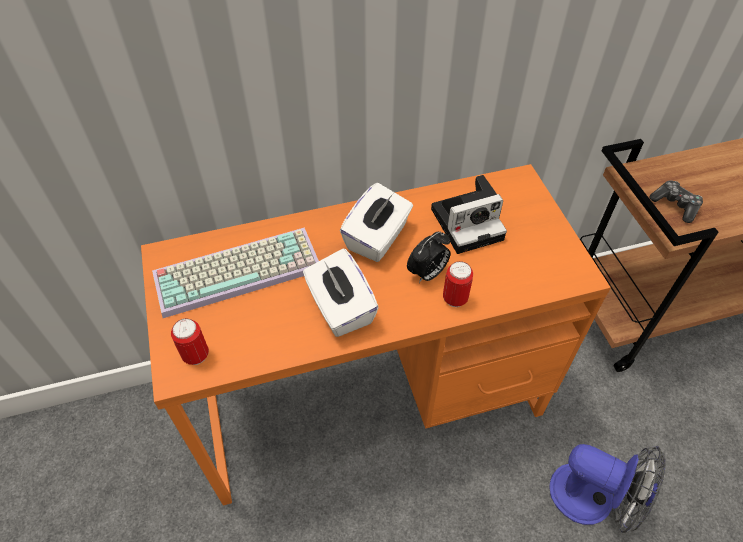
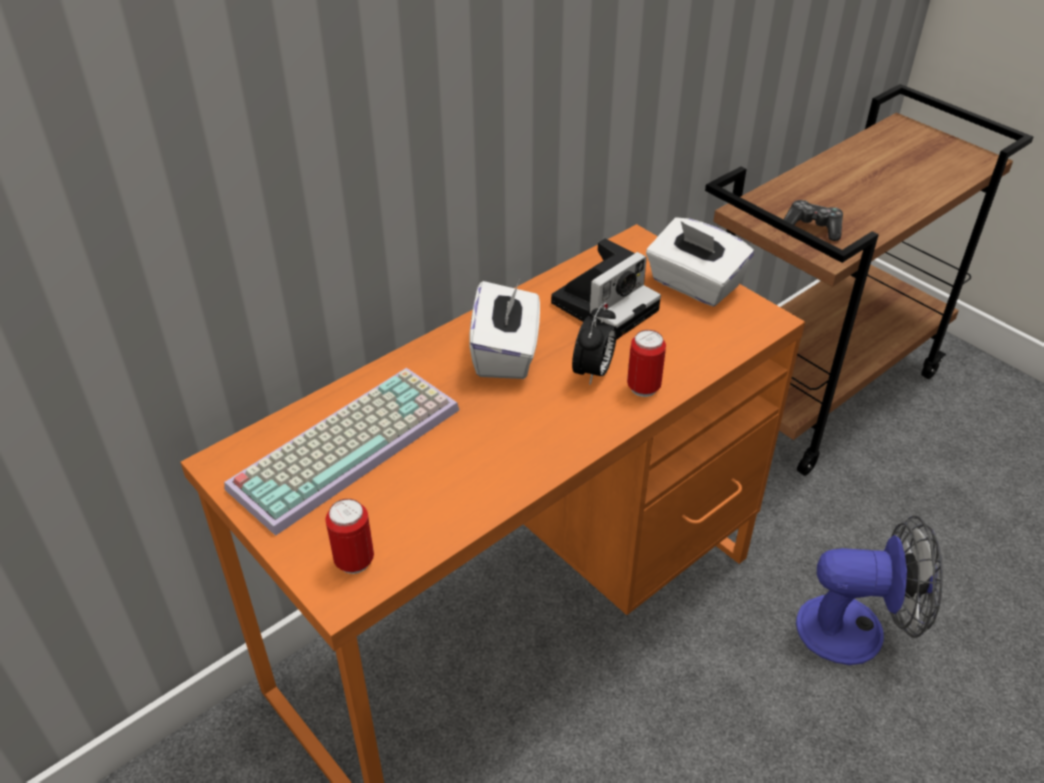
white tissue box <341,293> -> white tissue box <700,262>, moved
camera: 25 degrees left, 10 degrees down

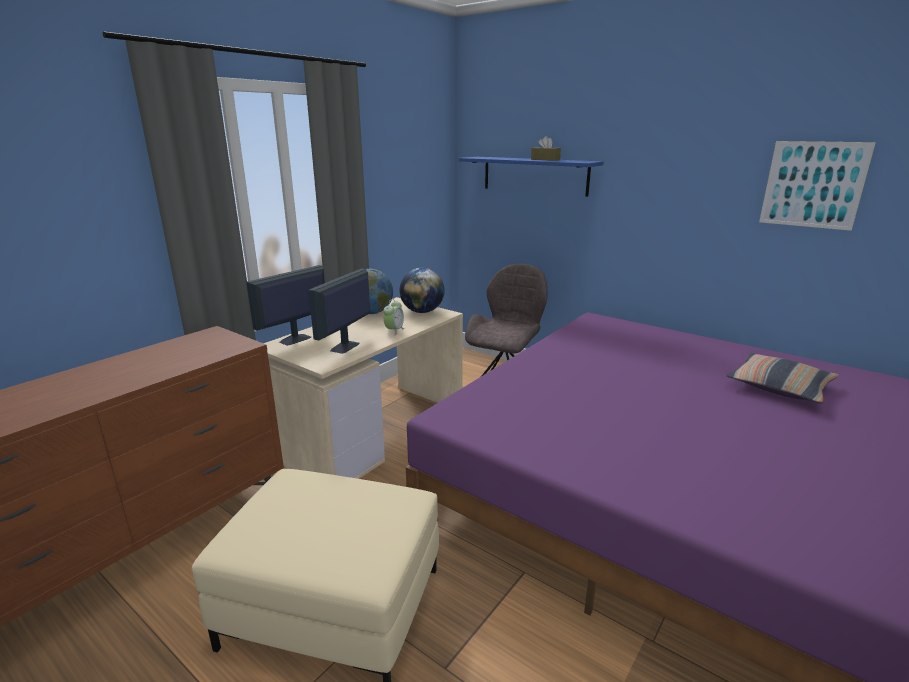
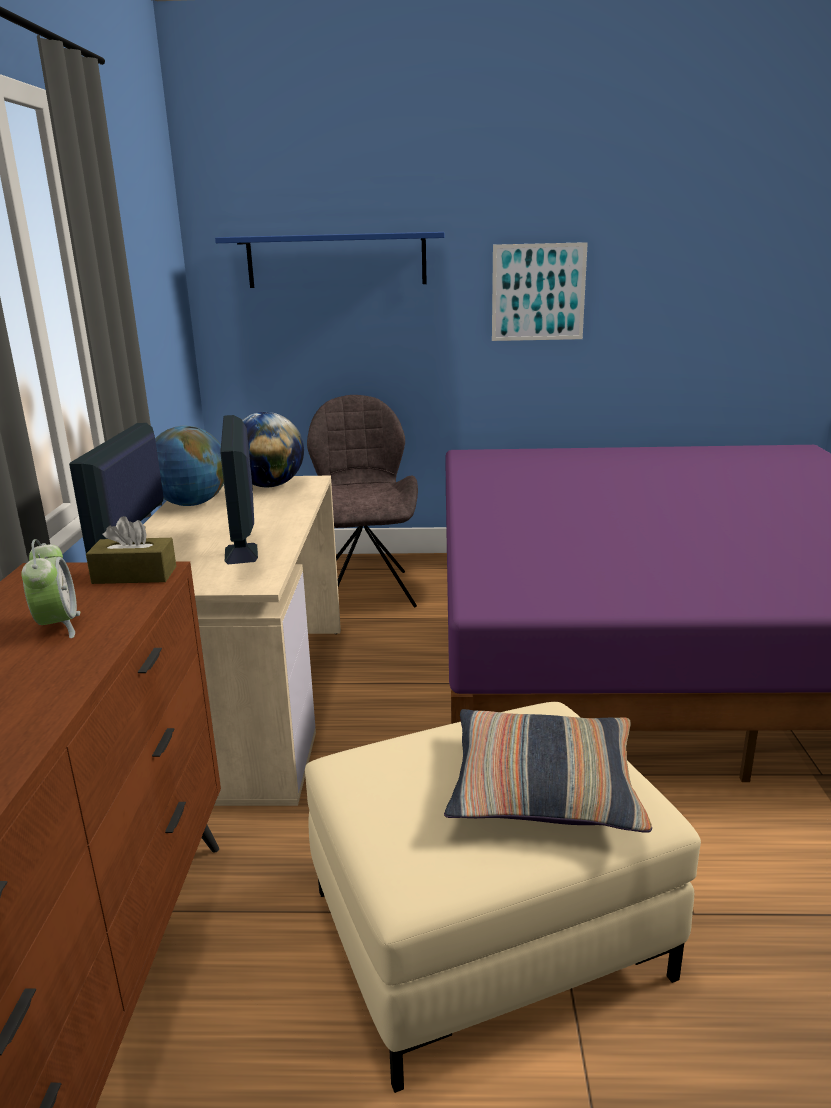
alarm clock <394,317> -> alarm clock <50,588>, moved
brown tissue box <546,148> -> brown tissue box <131,550>, moved
pillow <782,378> -> pillow <548,771>, moved
picture <817,186> -> picture <540,291>, moved
camera: 35 degrees left, 0 degrees up

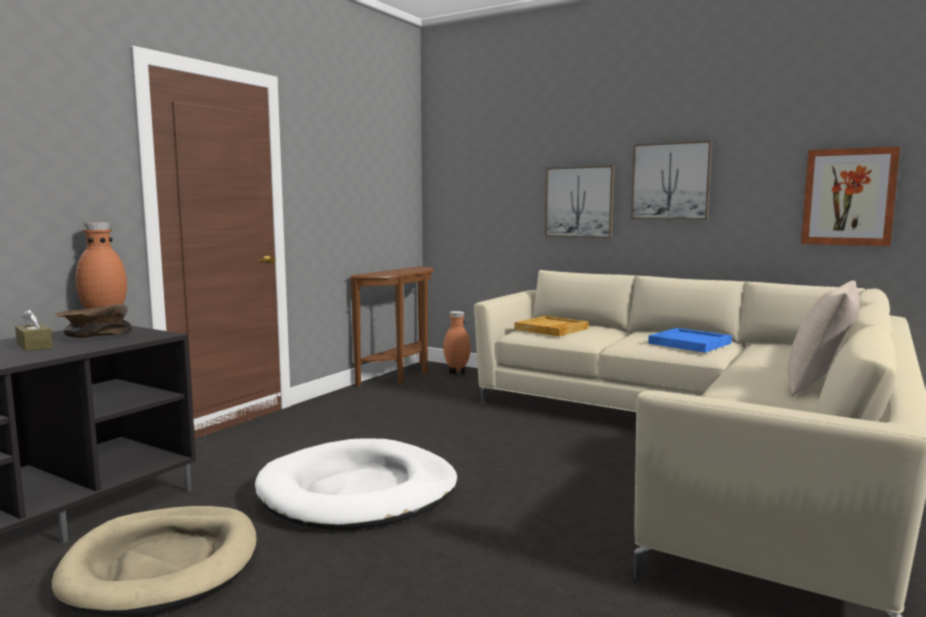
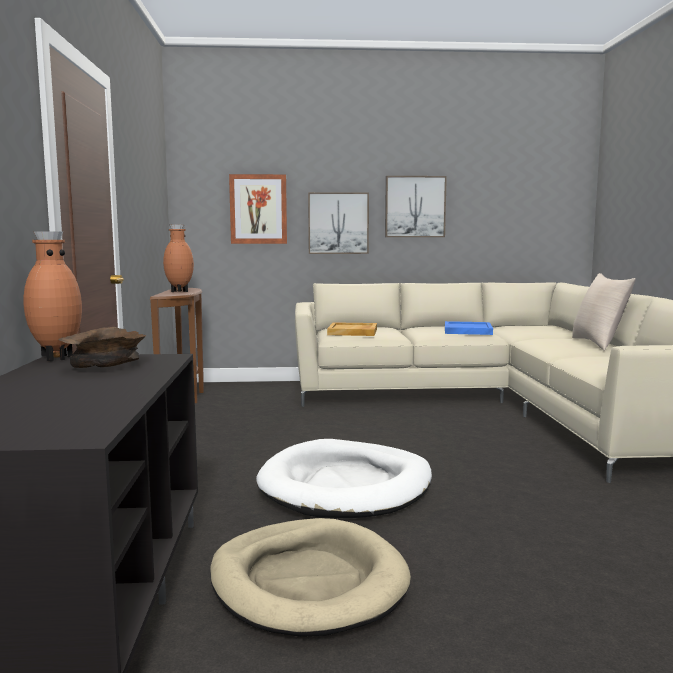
brown vase <457,343> -> brown vase <178,258>, moved
picture <850,196> -> picture <258,209>, moved
brown tissue box <34,330> -> none
camera: 35 degrees left, 0 degrees up

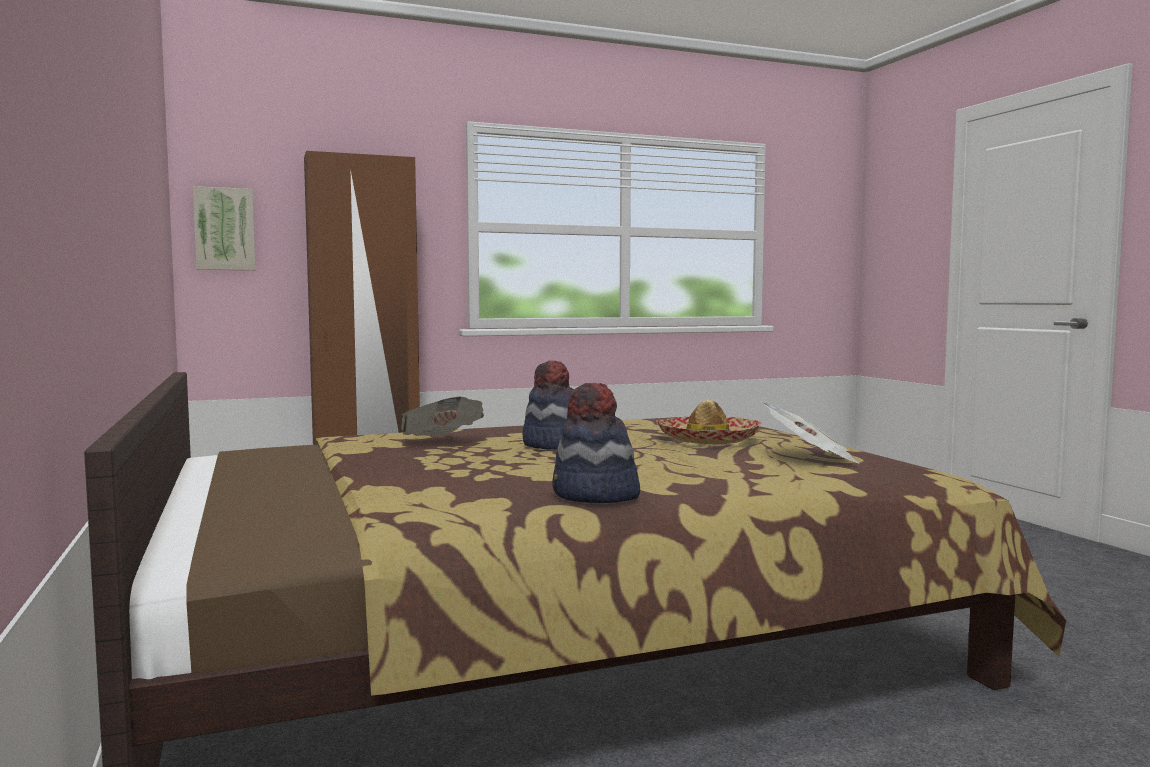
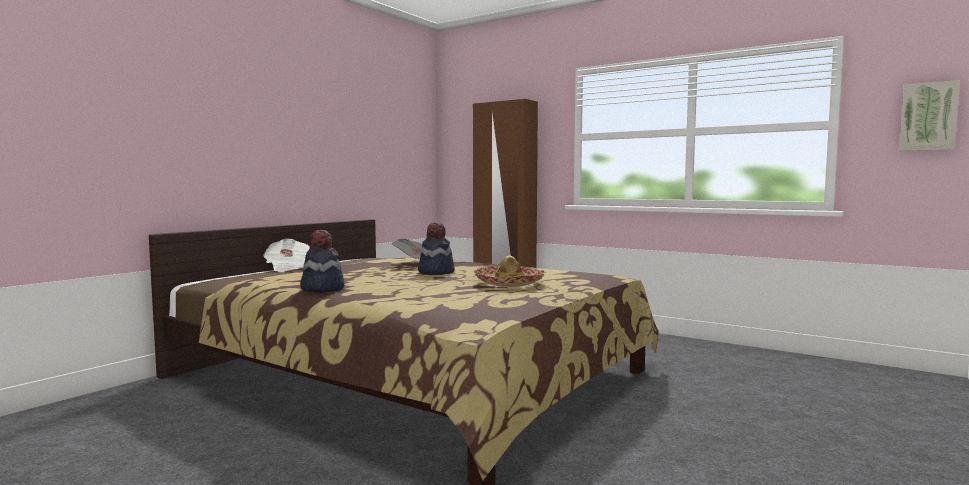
newspaper <809,432> -> newspaper <286,255>, moved
picture <224,228> -> picture <929,115>, moved
camera: 55 degrees right, 0 degrees up

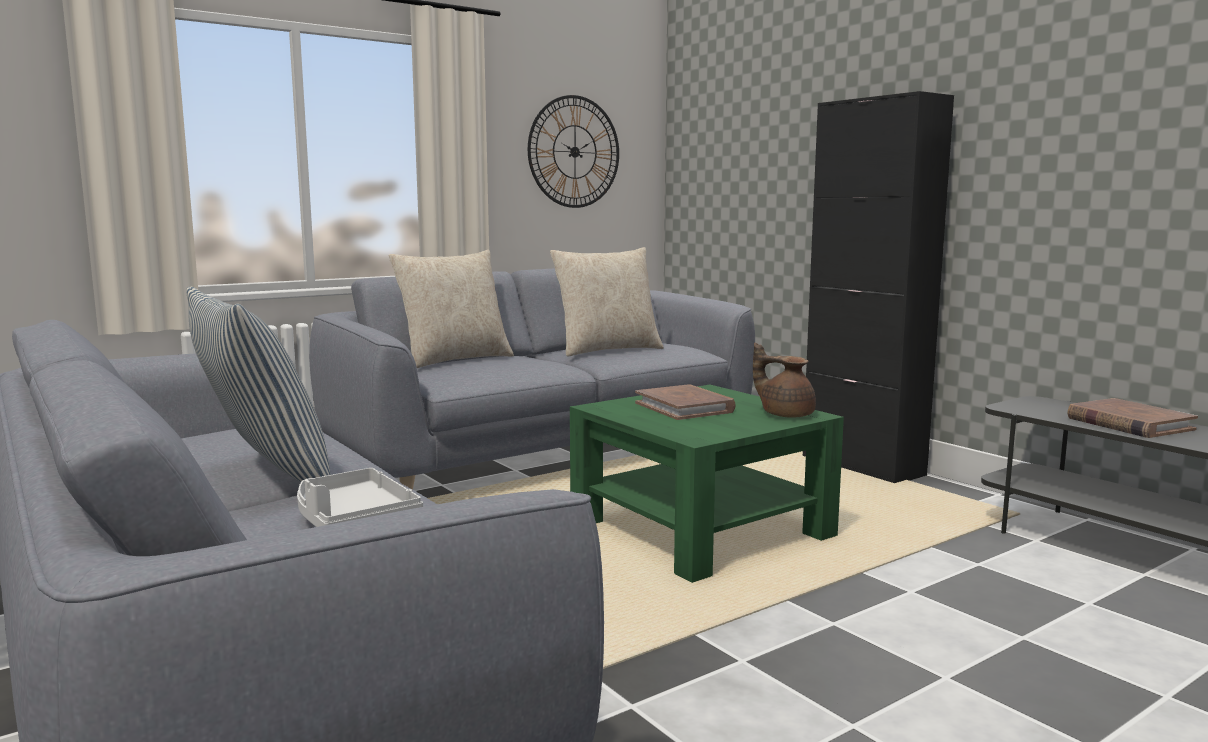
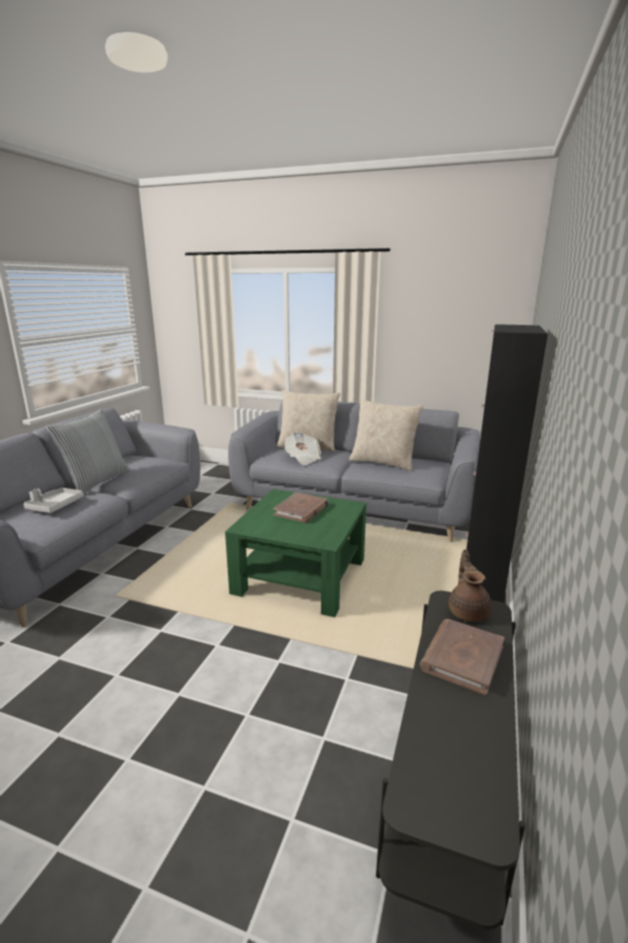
none -> newspaper <303,448>
brown teapot <784,380> -> brown teapot <470,585>, moved
wall clock <573,151> -> none
camera: 55 degrees right, 10 degrees up

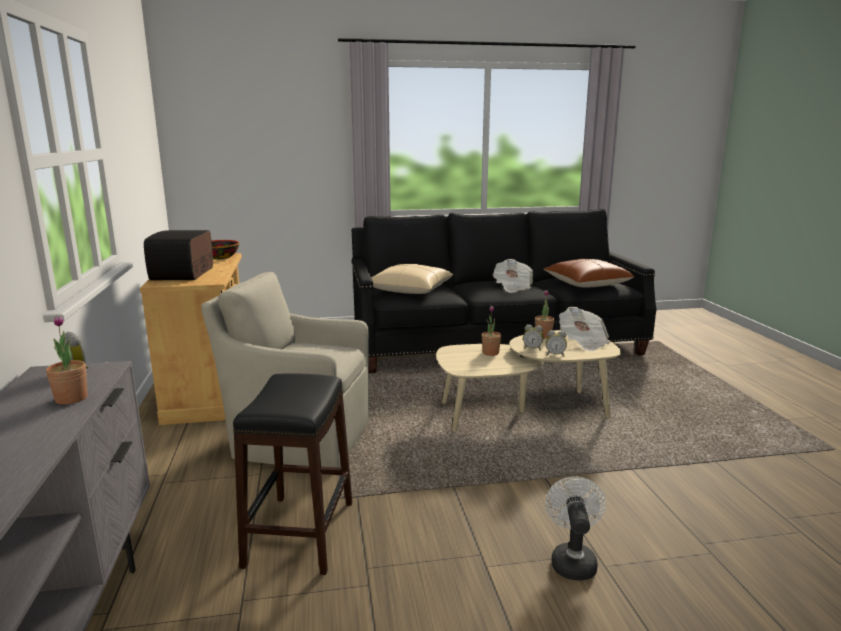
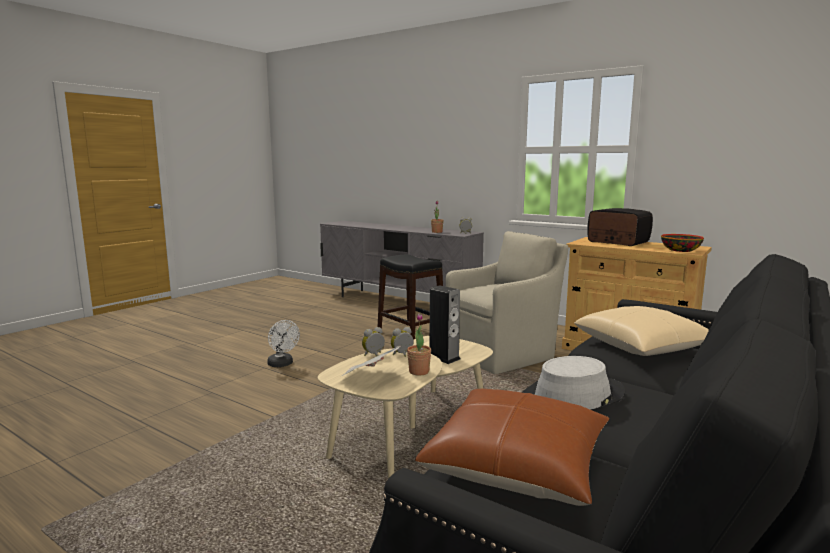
potted plant <491,331> -> speaker <445,324>
newspaper <513,275> -> grey hat <580,382>
camera: 135 degrees right, 5 degrees down

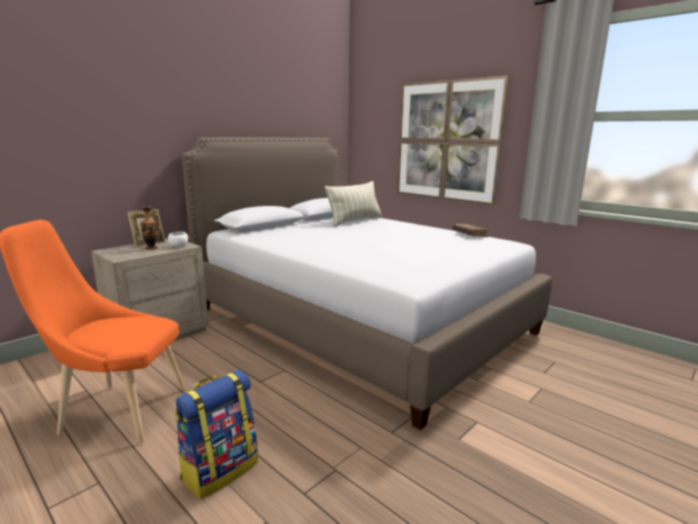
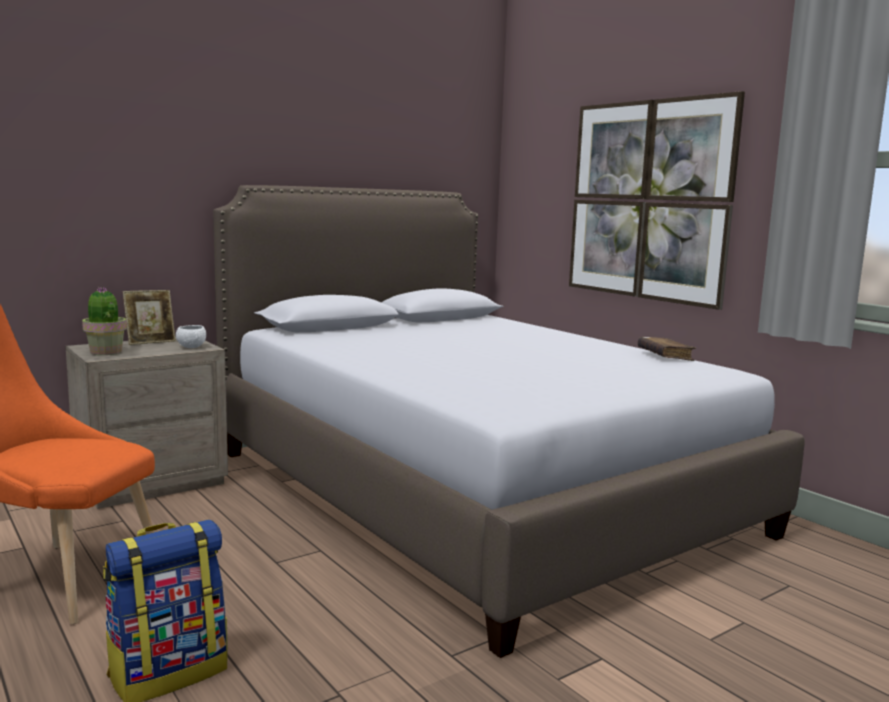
none -> potted plant <104,321>
vase <149,228> -> none
pillow <353,204> -> none
camera: 10 degrees right, 5 degrees down

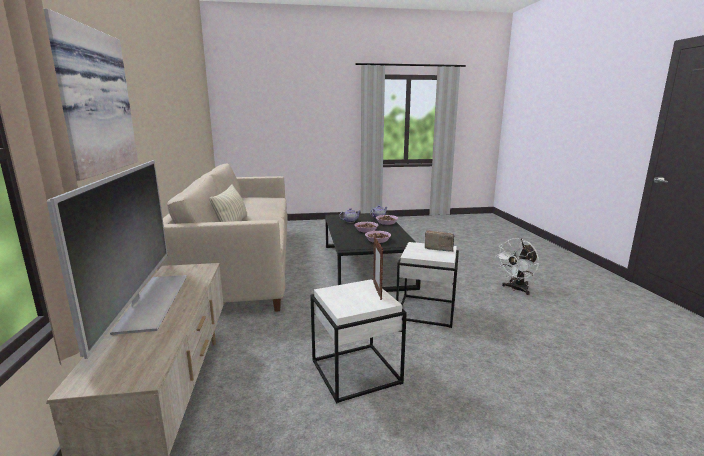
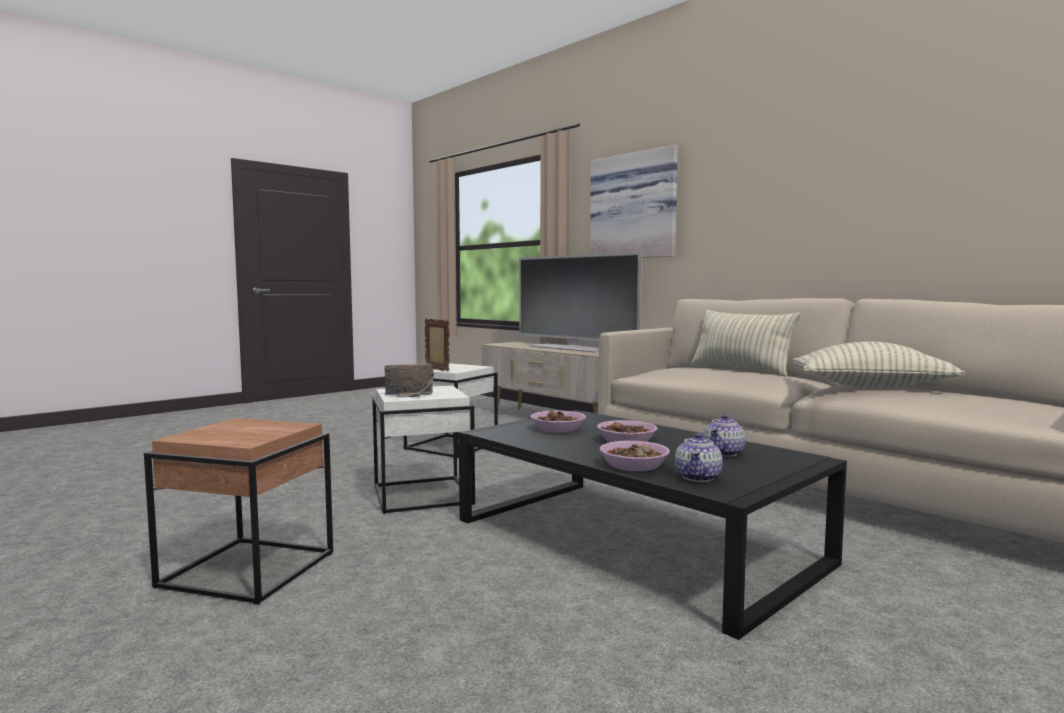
white fan <517,266> -> brown side table <238,511>
none -> pillow <879,365>
camera: 145 degrees right, 10 degrees down

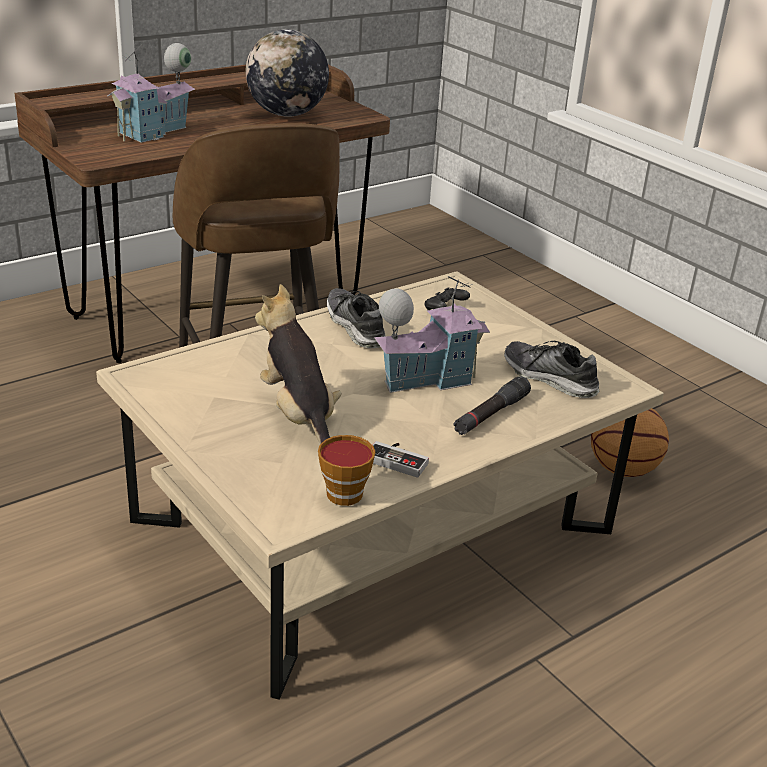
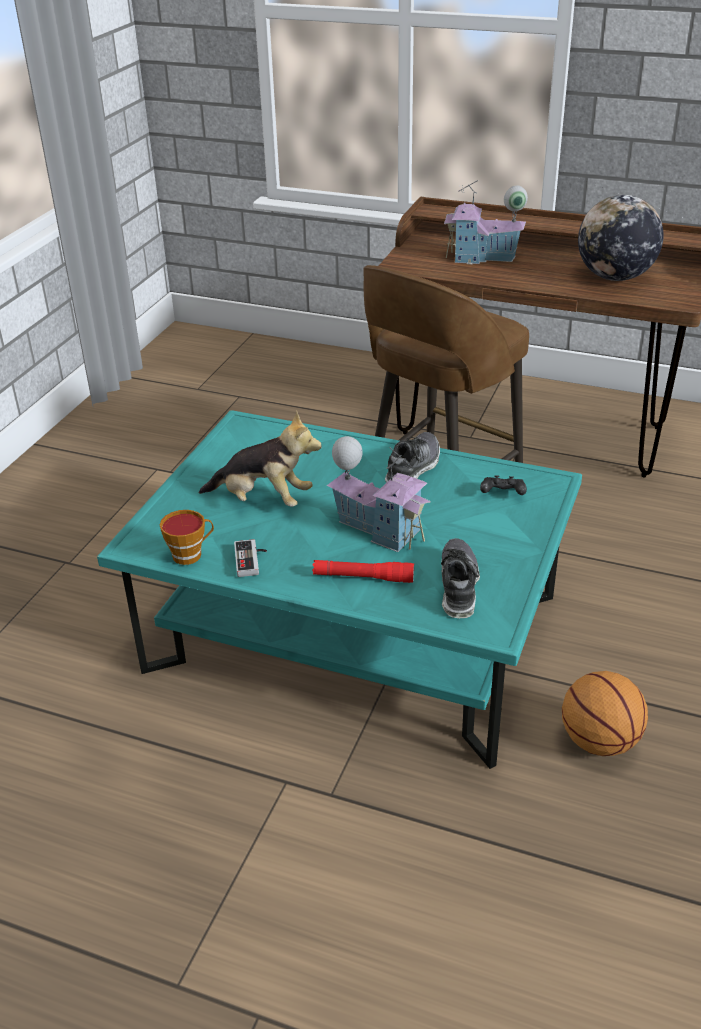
beige coffee table <380,486> -> turquoise coffee table <339,589>
plush toy <298,364> -> plush toy <260,459>, 75 degrees clockwise
black flashlight <492,405> -> red flashlight <363,571>
camera: 60 degrees right, 5 degrees up

